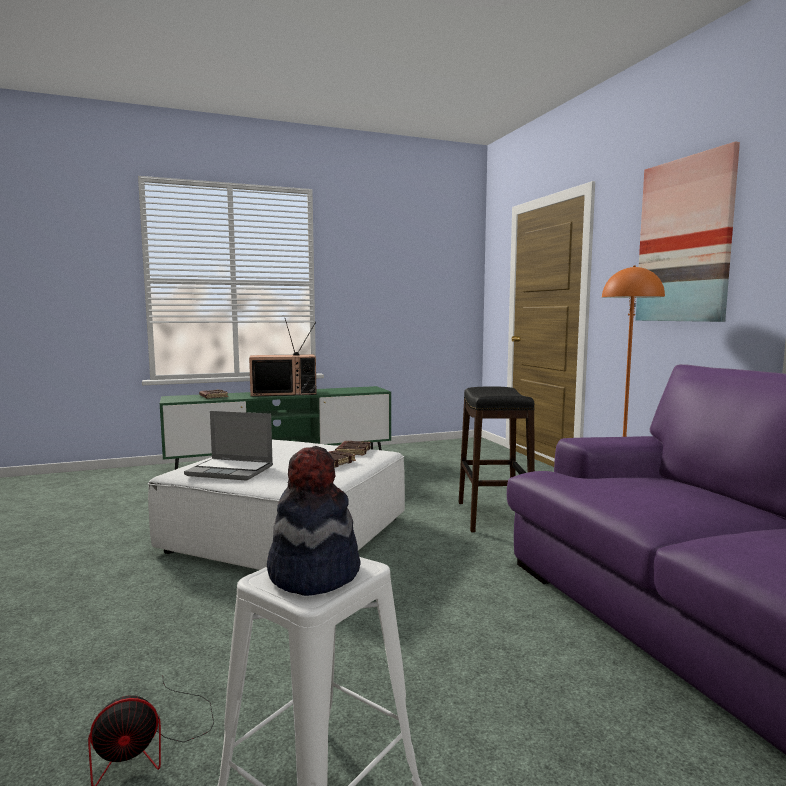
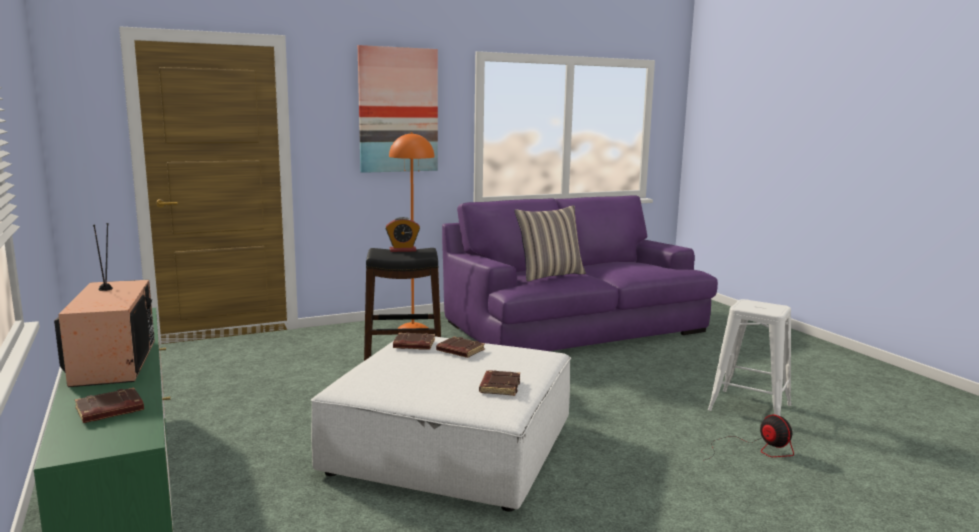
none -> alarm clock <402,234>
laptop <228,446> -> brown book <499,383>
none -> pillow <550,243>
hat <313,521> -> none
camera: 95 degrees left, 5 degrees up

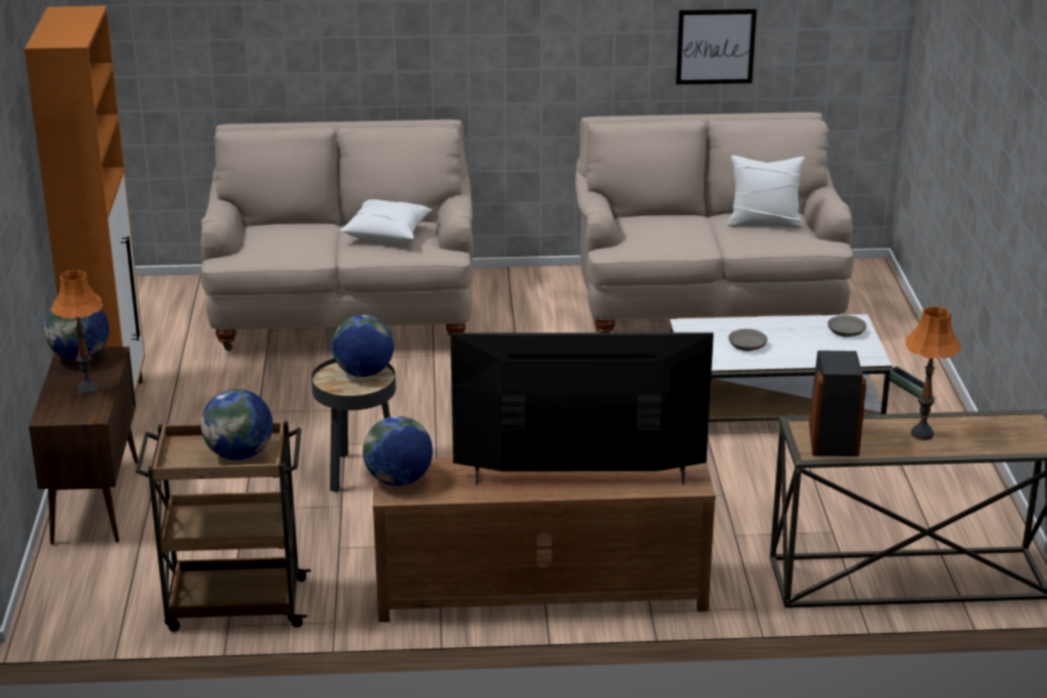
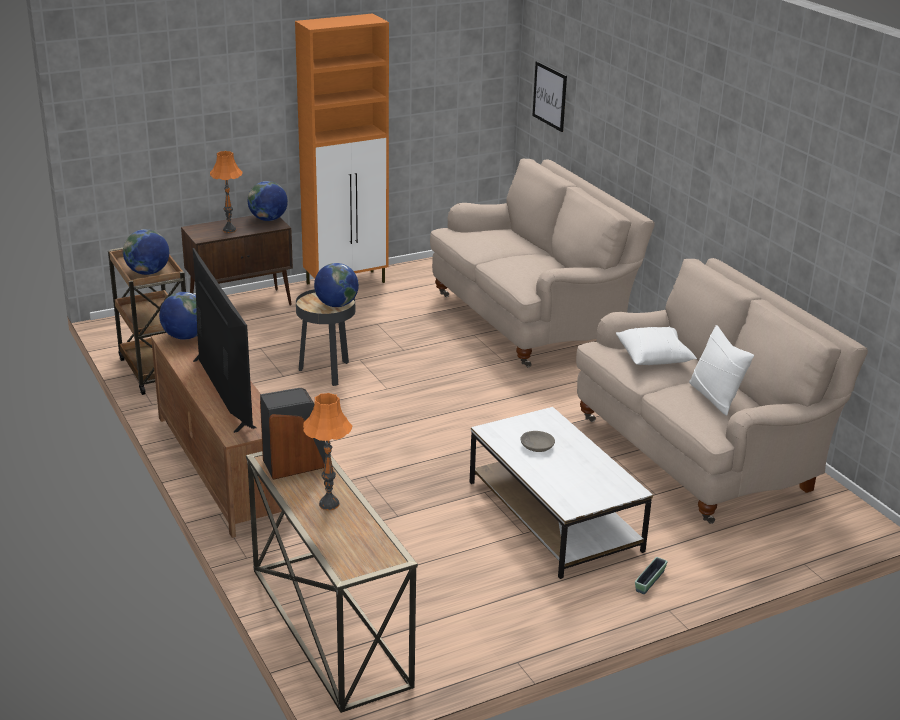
picture <716,47> -> picture <550,96>, moved
white pillow <386,220> -> white pillow <656,346>, moved
grey bowl <847,326> -> none
camera: 65 degrees right, 0 degrees up

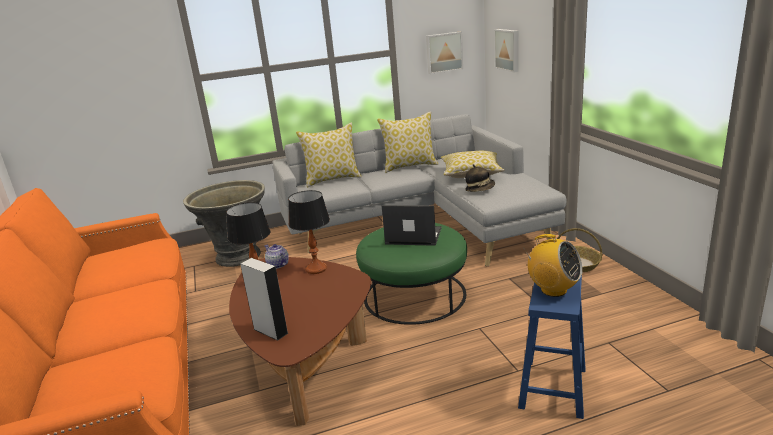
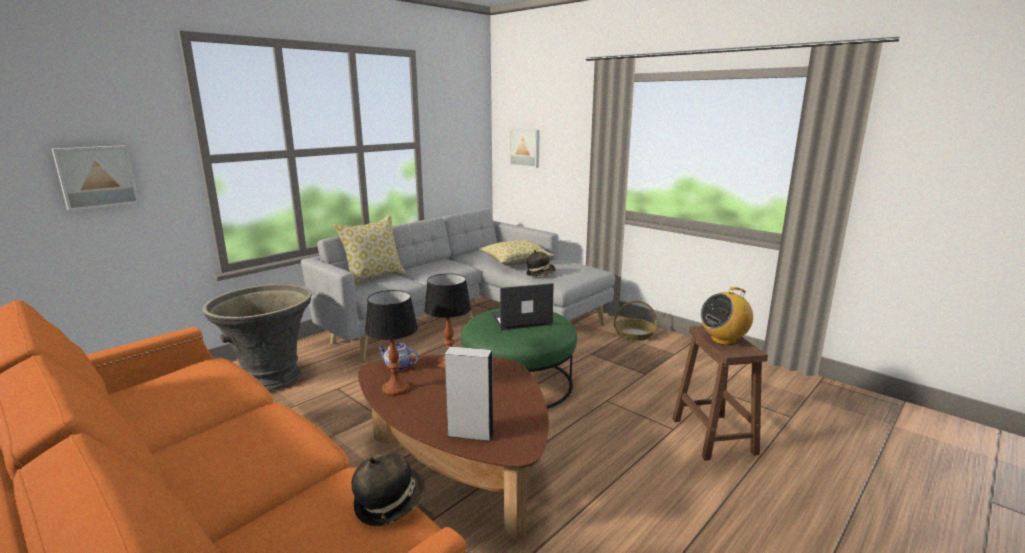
picture <444,53> -> picture <95,178>, moved
none -> hat <388,489>
blue stool <552,347> -> brown stool <720,393>
radio <553,265> -> radio <727,316>, 150 degrees clockwise
pillow <407,142> -> none
camera: 30 degrees left, 5 degrees down

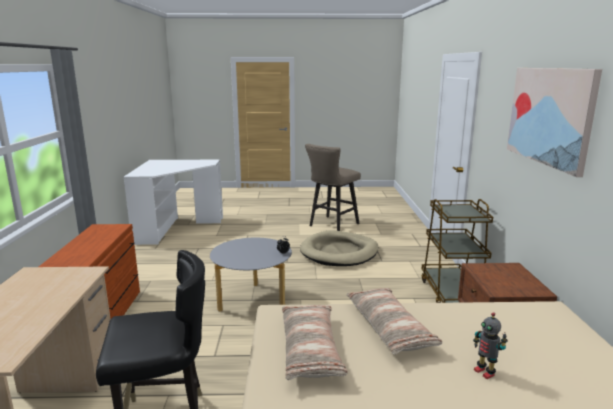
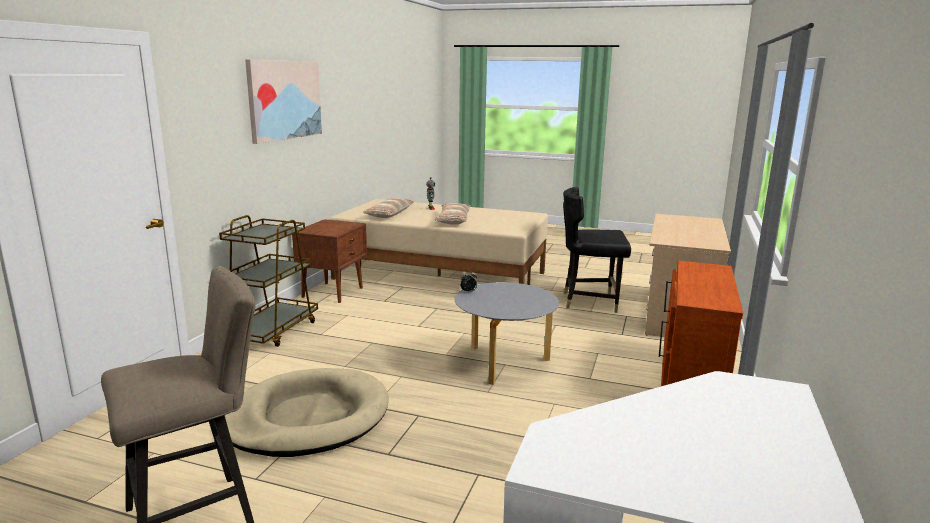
pillow <315,342> -> pillow <388,208>, moved
camera: 160 degrees left, 0 degrees up

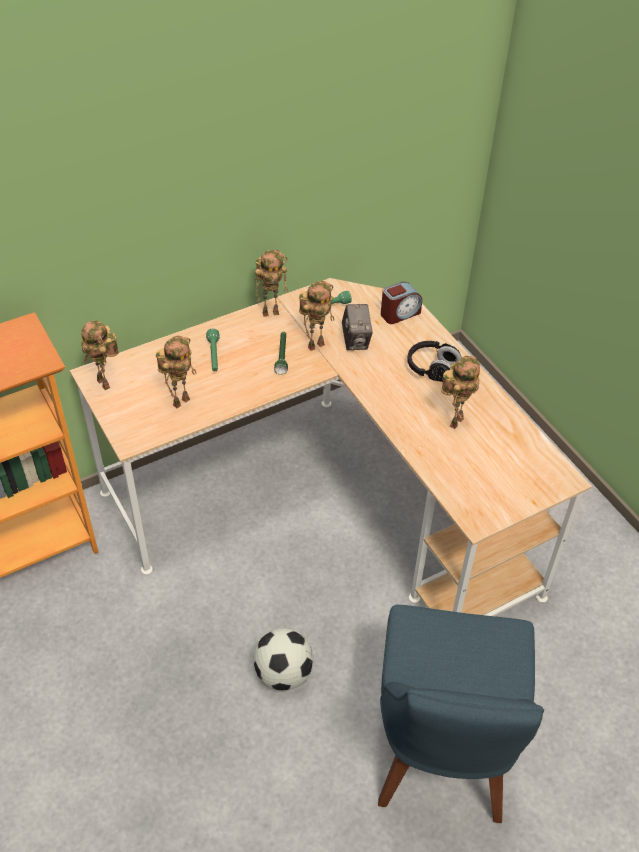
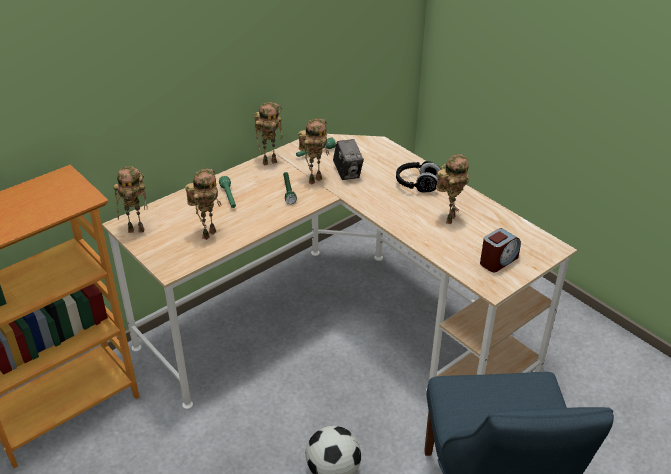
toy robot <100,355> -> toy robot <131,200>, 45 degrees counterclockwise
alarm clock <401,303> -> alarm clock <500,250>, moved
camera: 10 degrees left, 10 degrees down

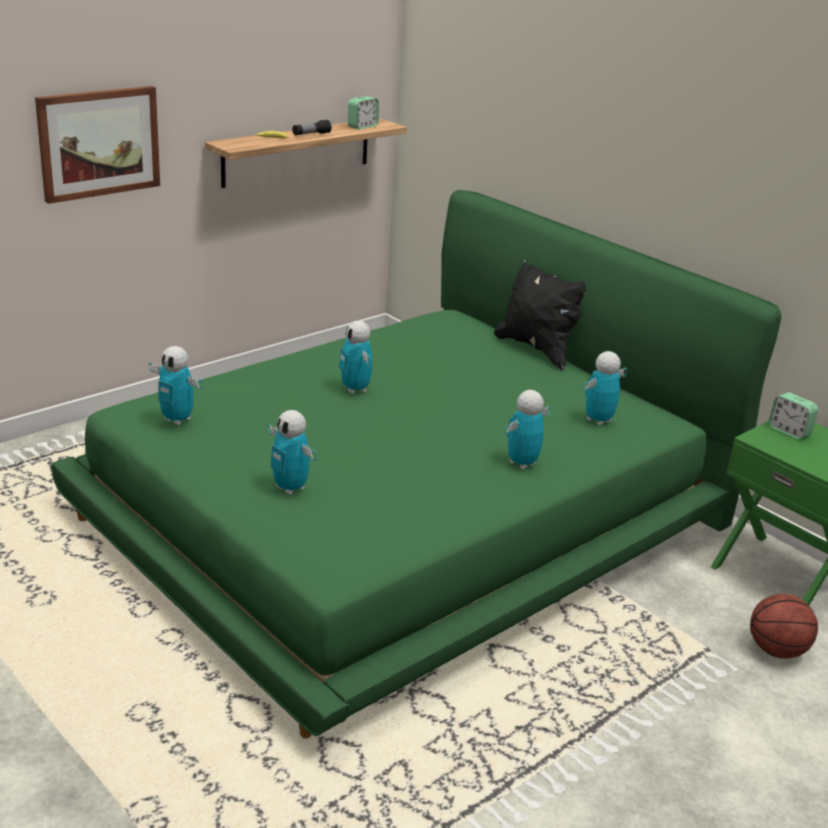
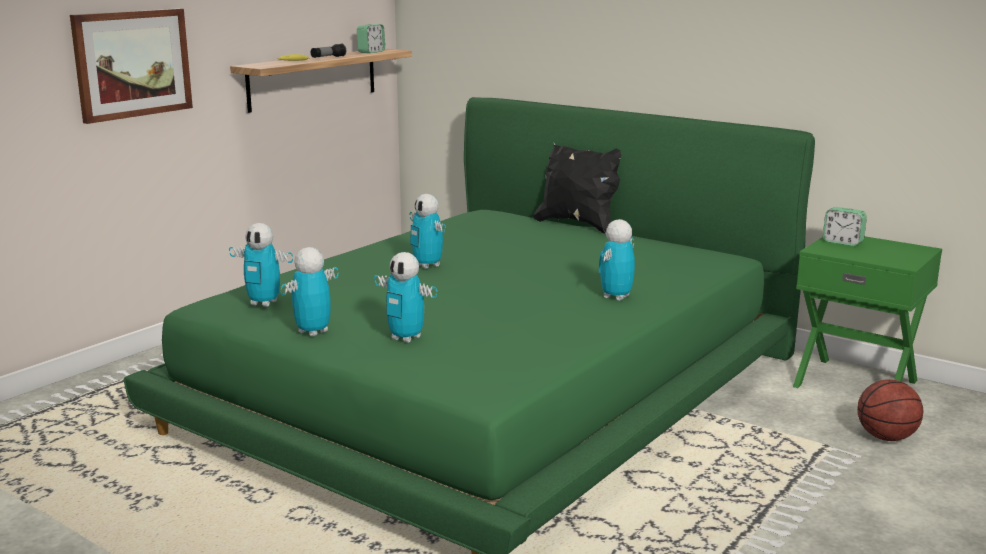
toy robot <605,388> -> toy robot <309,292>, moved
camera: 10 degrees left, 10 degrees down

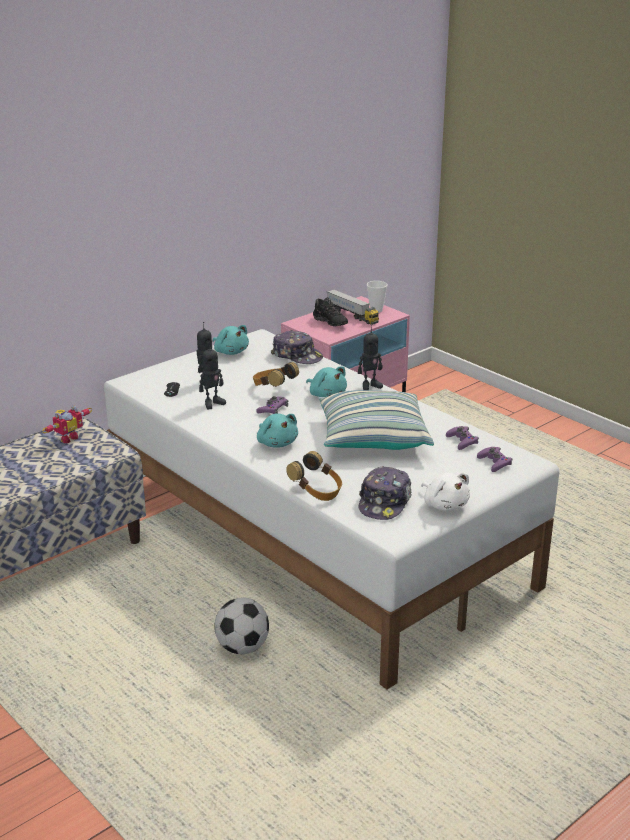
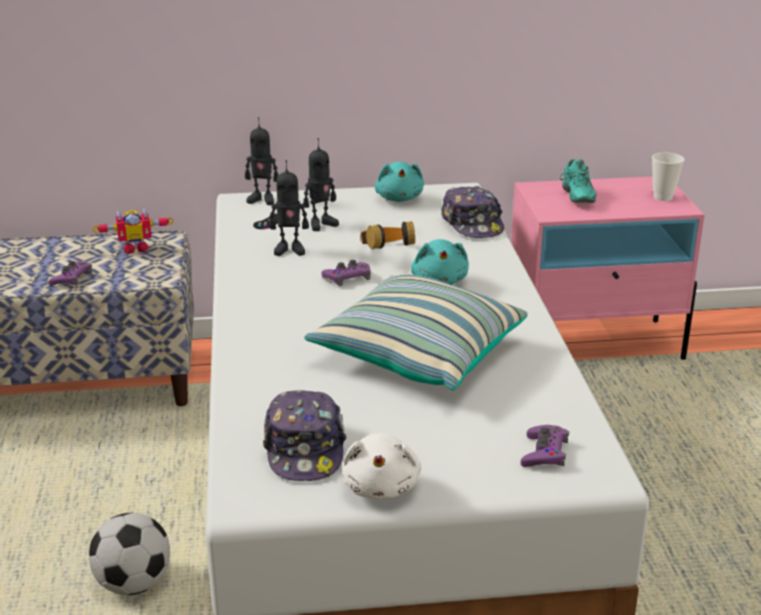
purple game controller <462,438> -> purple game controller <70,273>, moved
toy robot <370,357> -> toy robot <262,161>, moved
cap <385,493> -> cap <305,435>, 60 degrees counterclockwise
black shoe <330,311> -> turquoise shoe <577,181>
turquoise plush toy <277,430> -> none
headphones <314,476> -> none
toy truck <352,307> -> none
camera: 35 degrees right, 0 degrees up

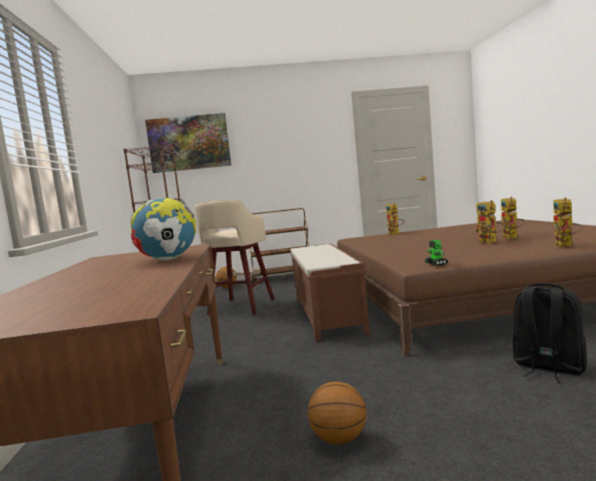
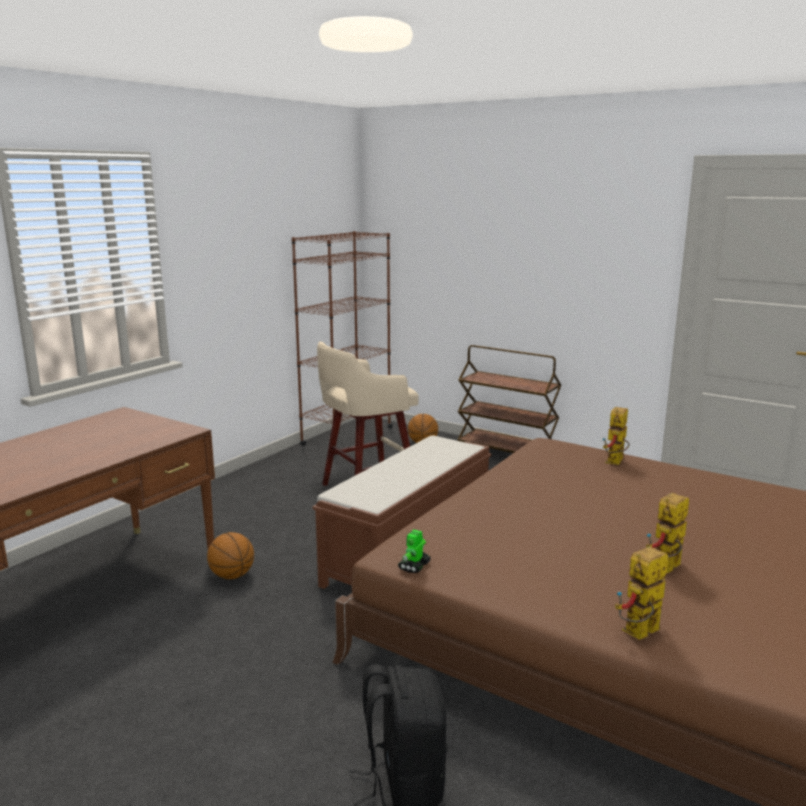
basketball <337,413> -> basketball <230,555>, moved
globe <163,229> -> none
picture <188,143> -> none
toy robot <490,222> -> none
camera: 40 degrees right, 10 degrees up

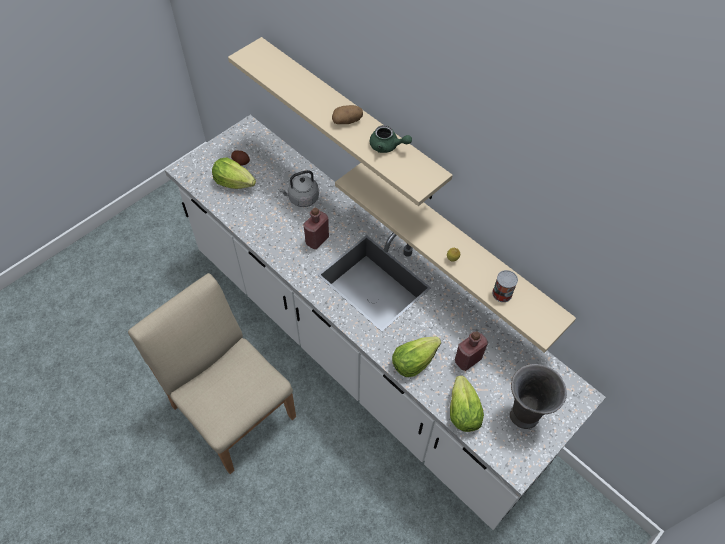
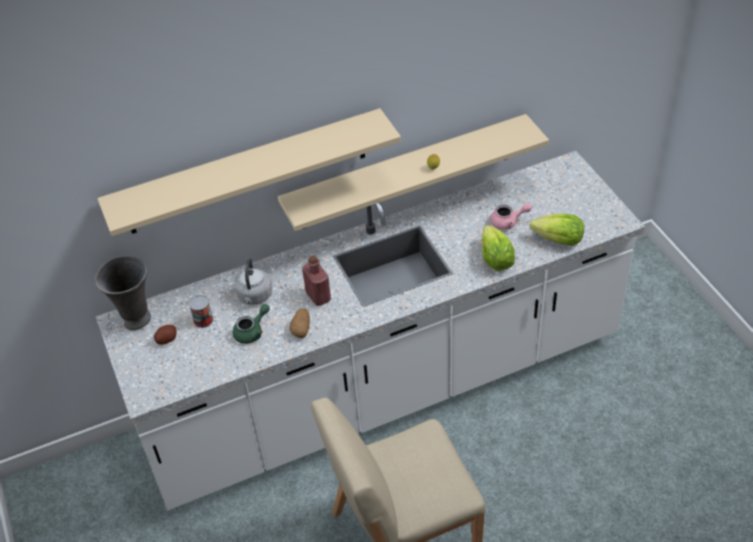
grey vase <538,396> -> grey vase <123,293>, moved
can <505,286> -> can <201,311>, moved
green teapot <391,139> -> green teapot <251,324>, moved
potato <347,114> -> potato <299,323>, moved
red bottle <471,351> -> pink teapot <511,216>
lettuce <234,173> -> none
camera: 65 degrees left, 10 degrees down

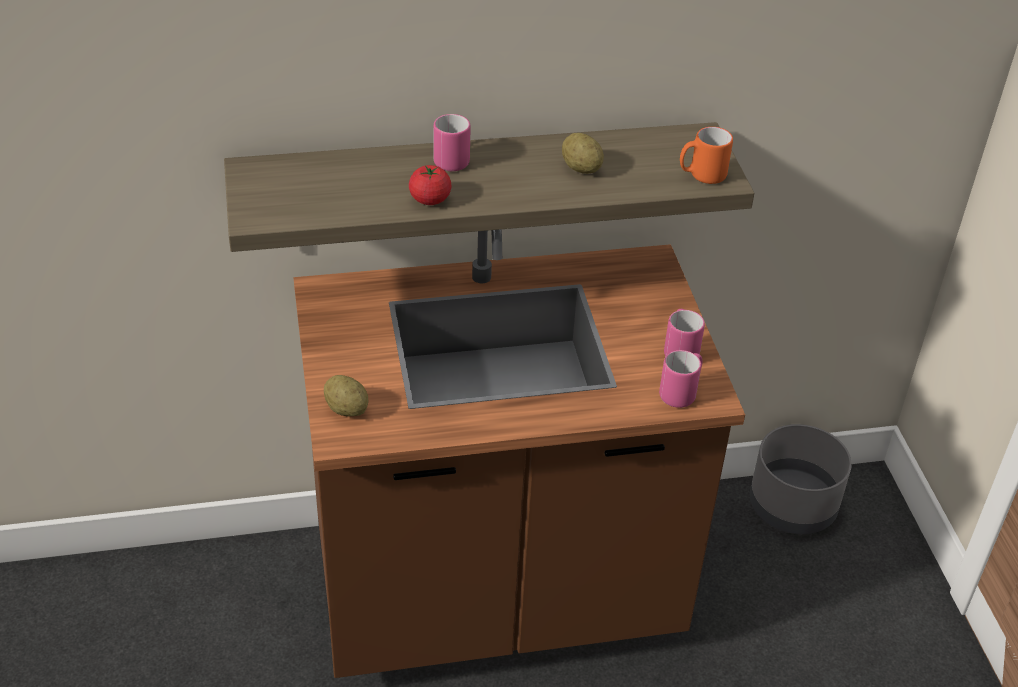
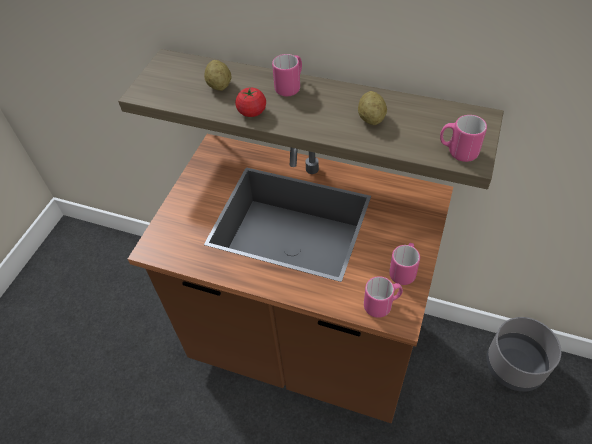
potato <346,396> -> potato <217,75>, moved
orange mug <706,155> -> pink mug <463,138>
camera: 35 degrees right, 10 degrees up

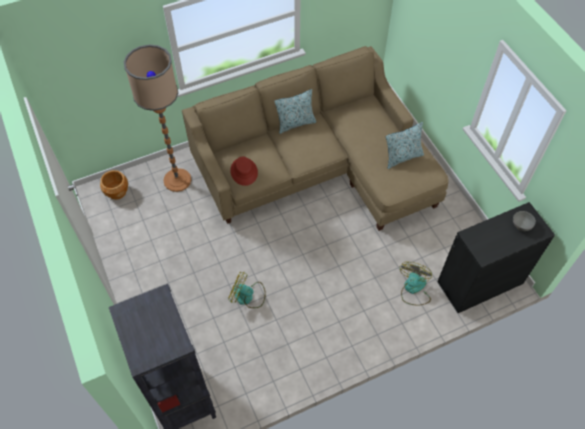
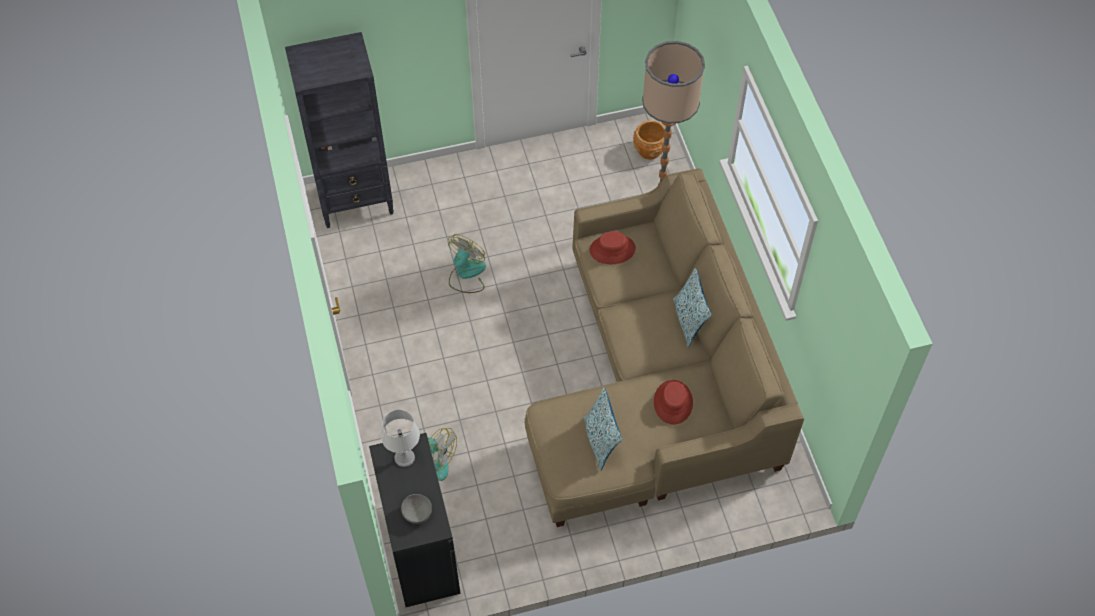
none -> grey table lamp <400,438>
none -> red hat <673,402>
camera: 100 degrees right, 0 degrees up

